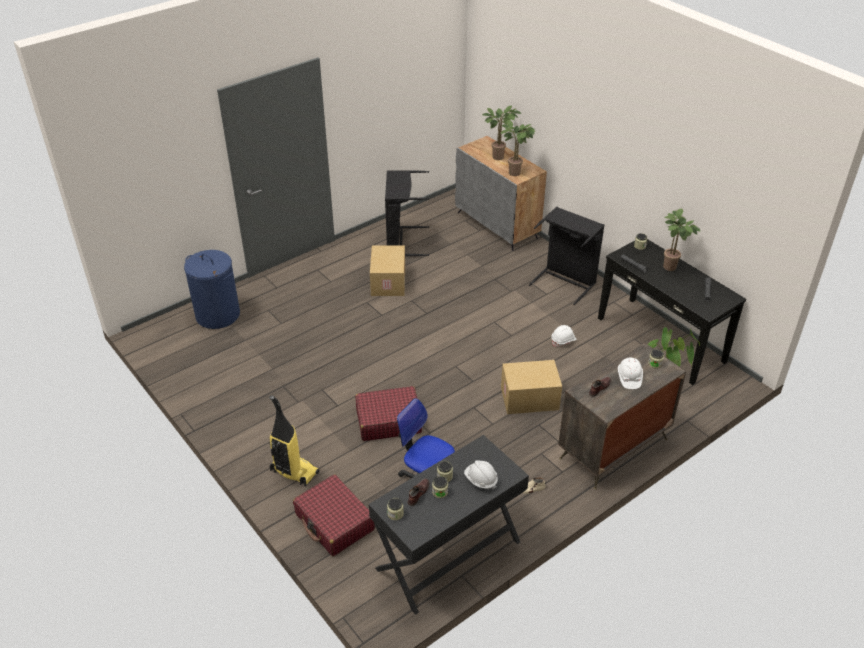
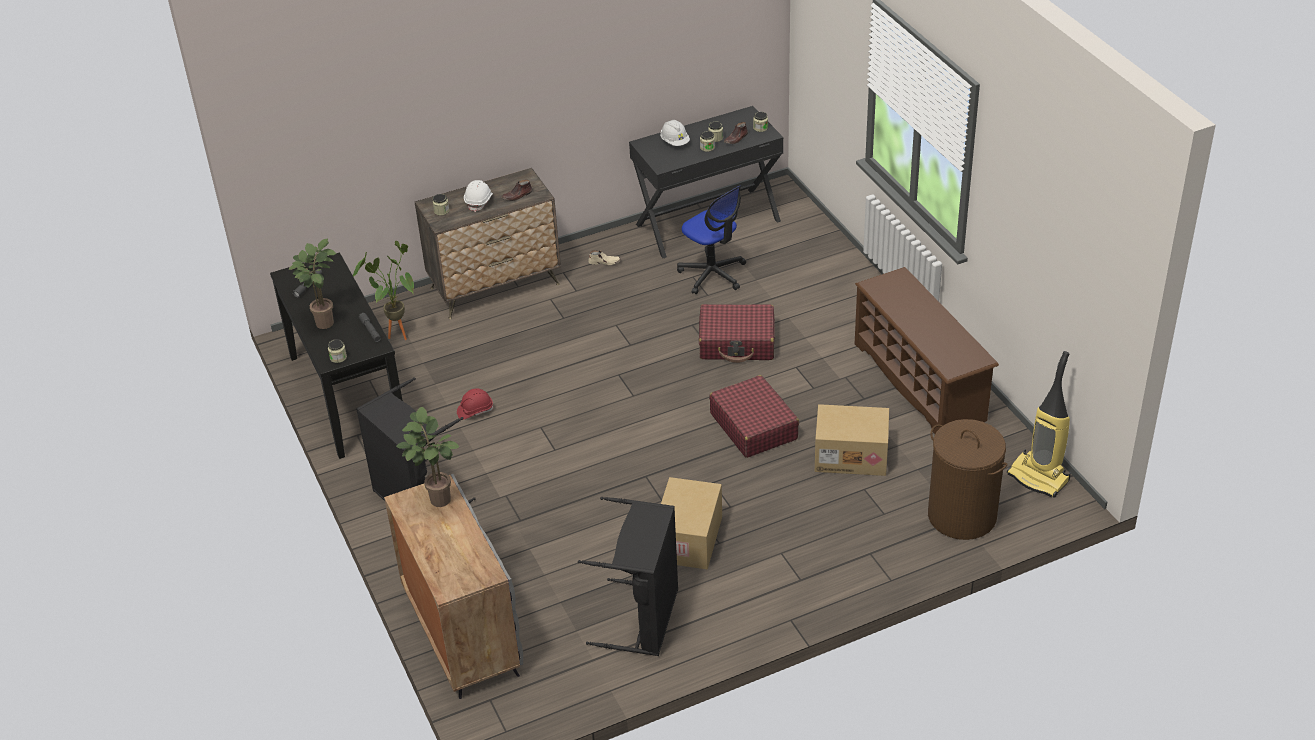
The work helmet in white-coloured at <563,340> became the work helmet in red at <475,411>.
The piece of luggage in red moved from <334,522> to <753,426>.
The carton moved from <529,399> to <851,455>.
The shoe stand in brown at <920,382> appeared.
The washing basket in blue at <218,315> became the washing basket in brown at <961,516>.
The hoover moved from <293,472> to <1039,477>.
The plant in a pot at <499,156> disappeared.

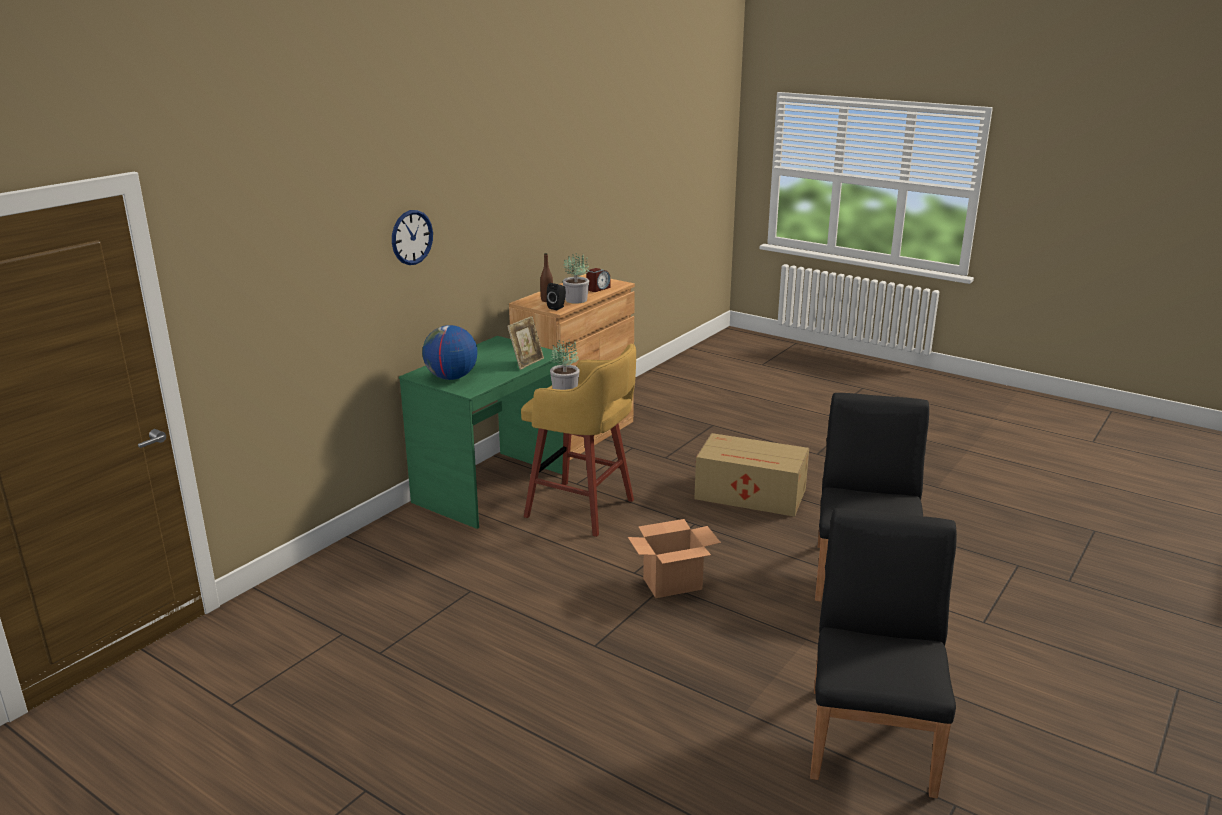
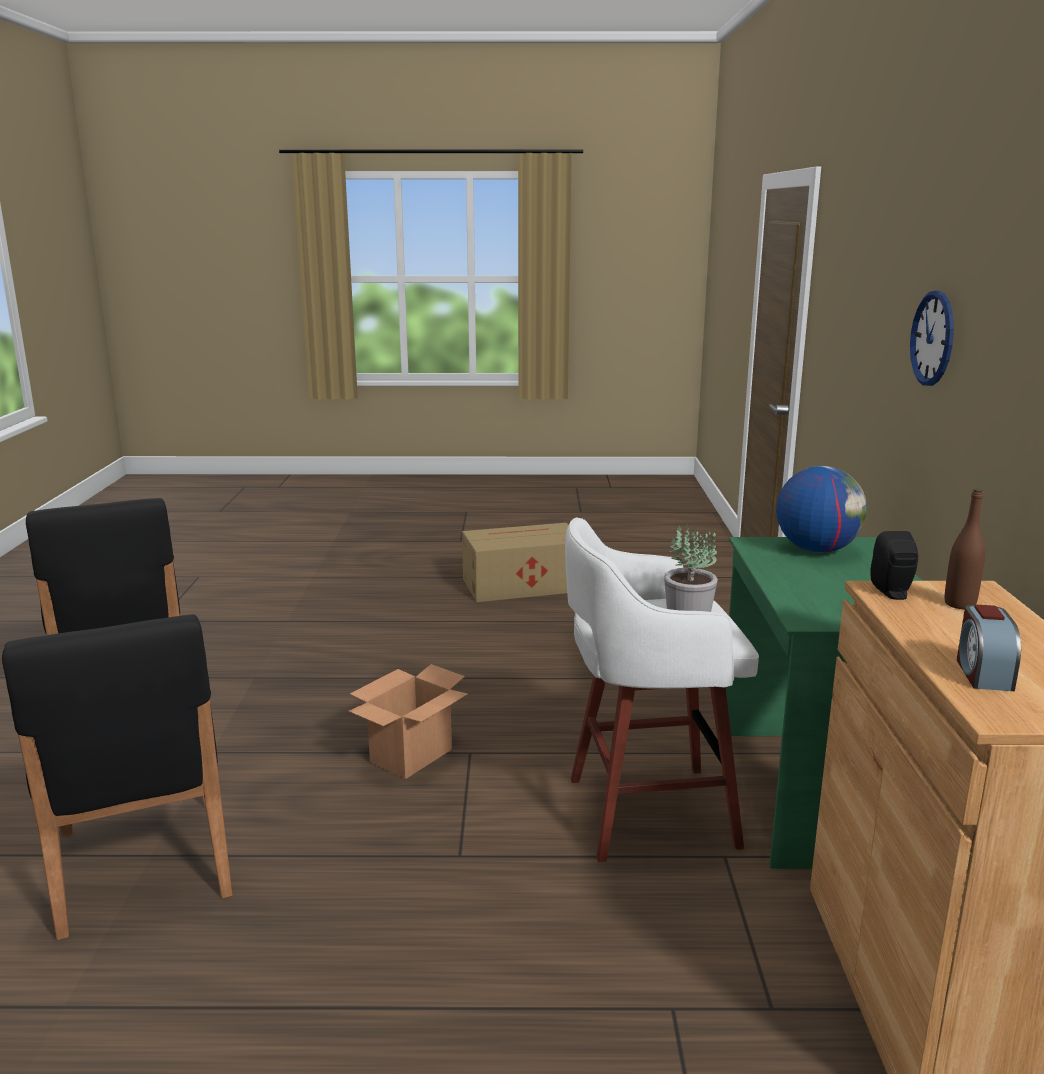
The carton moved from <752,494> to <521,584>.
The stool in yellow-coloured at <583,509> became the stool in white-coloured at <645,812>.
The standing frame at <526,362> disappeared.
The plant in a pot at <576,300> disappeared.

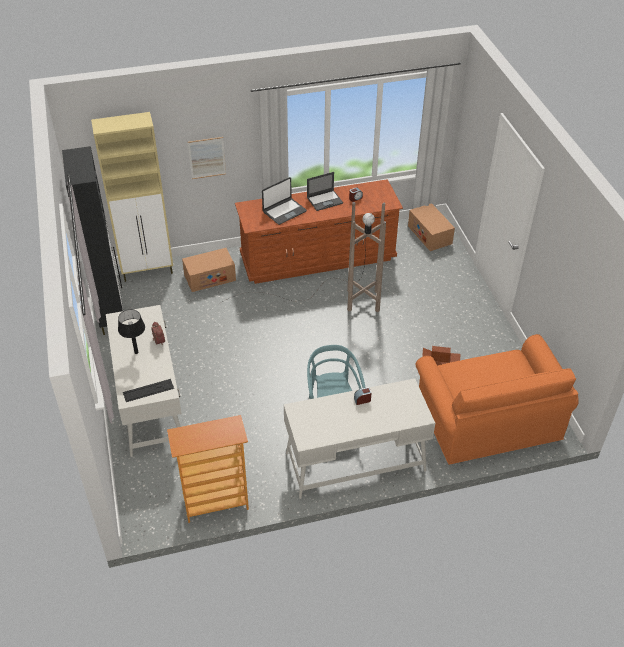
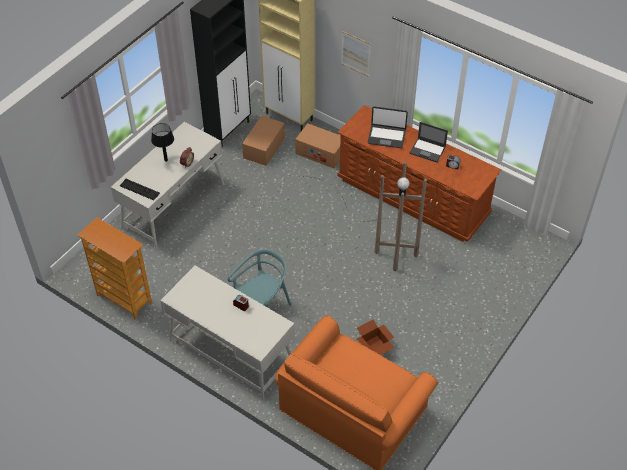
The carton moved from <429,235> to <264,147>.

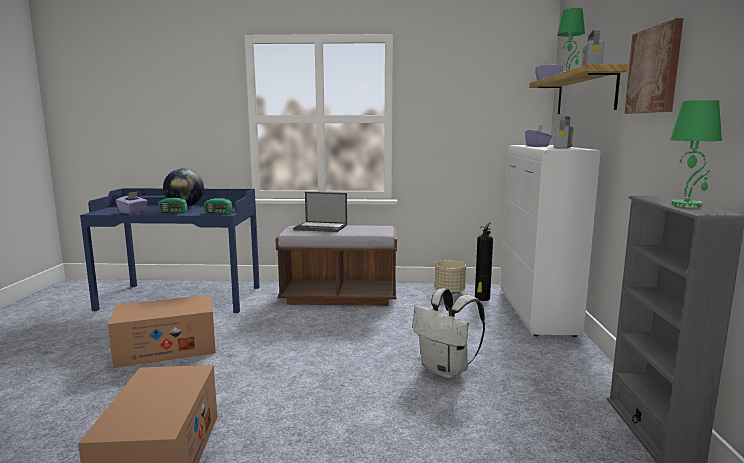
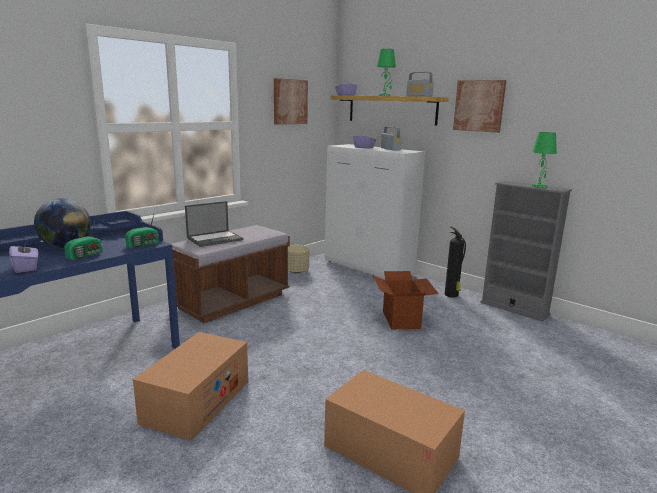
The wall art at <290,102> appeared.
The knapsack in white-coloured at <446,370> was replaced by the carton at <401,320>.
The extinguisher moved from <482,299> to <451,295>.

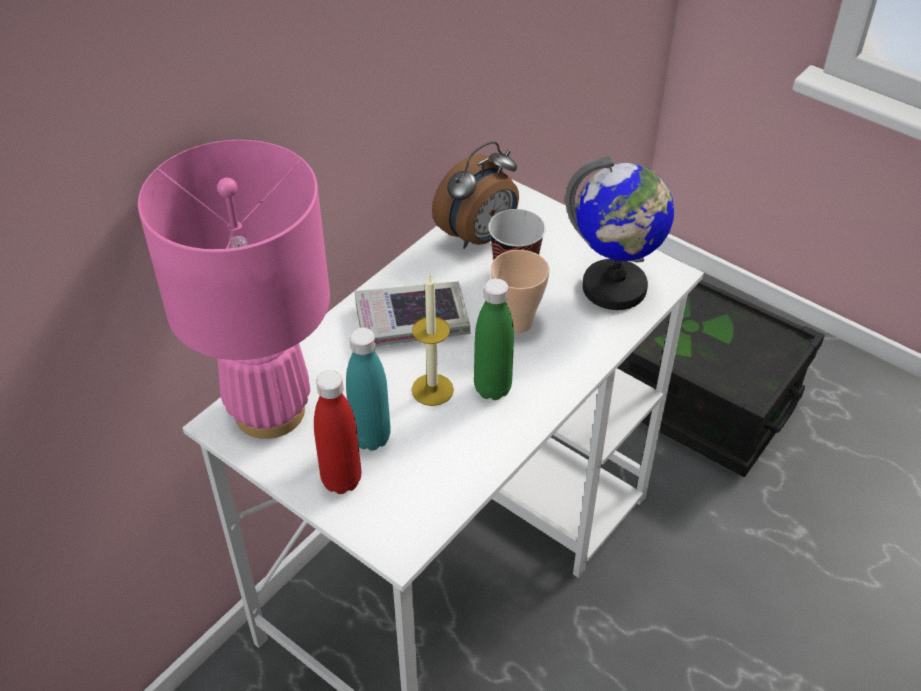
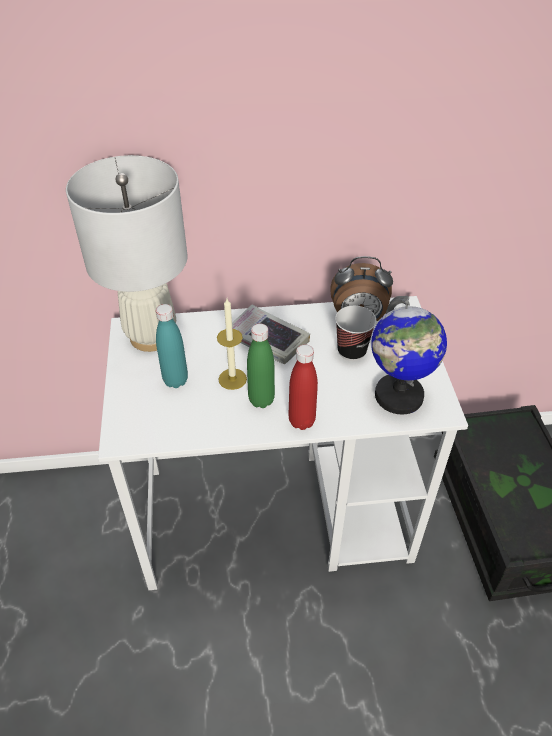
The tabletop lamp in pink at <269,411> became the tabletop lamp in white-coloured at <151,336>.
The bottle in red moved from <341,480> to <301,421>.
The cup at <517,322> disappeared.

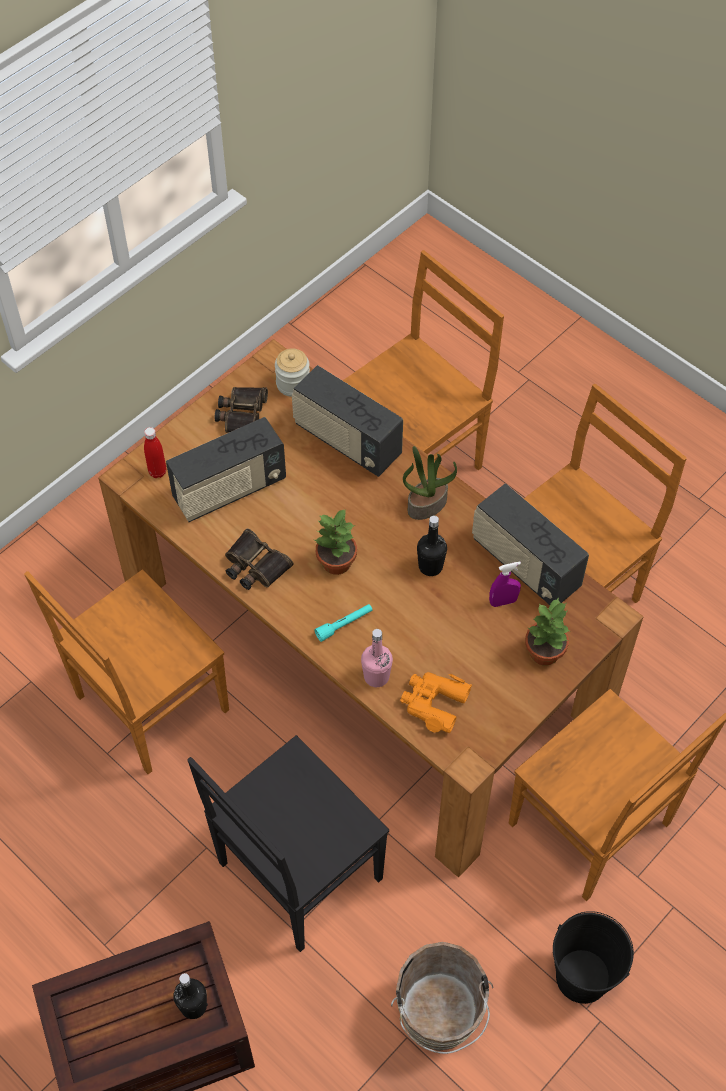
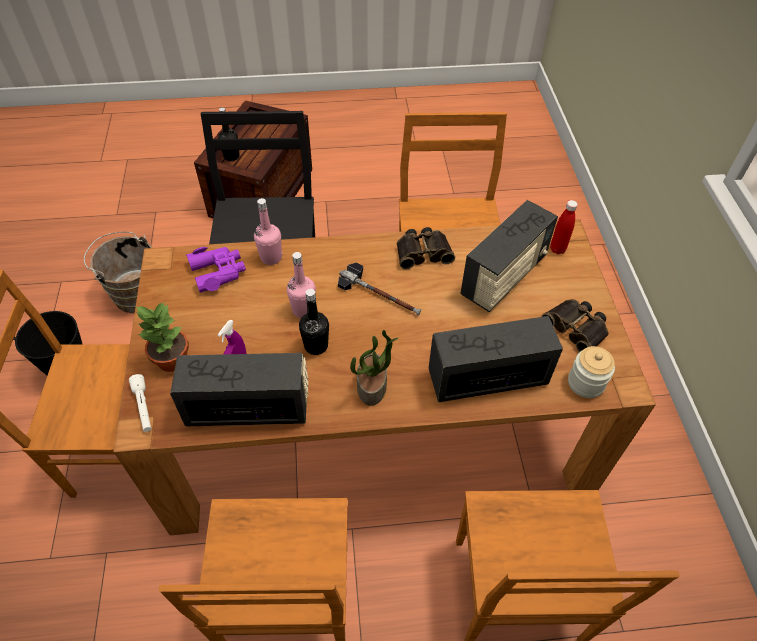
The flashlight in white-coloured at <143,407> appeared.
The binoculars in orange-coloured at <433,703> became the binoculars in purplish at <218,272>.
The bottle in pink at <303,310> appeared.
The plant in a pot at <335,562> was replaced by the tool hammer at <380,294>.
The radio receiver at <229,490> turned 150 degrees counterclockwise.
The flashlight in turquoise-coloured at <344,624> disappeared.

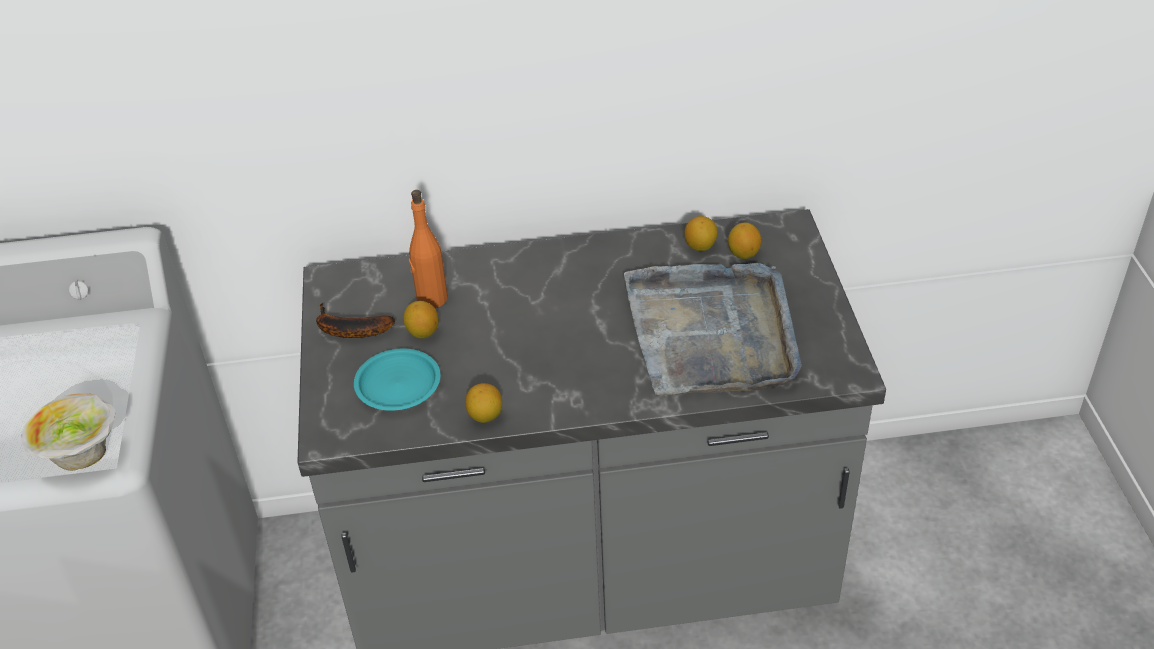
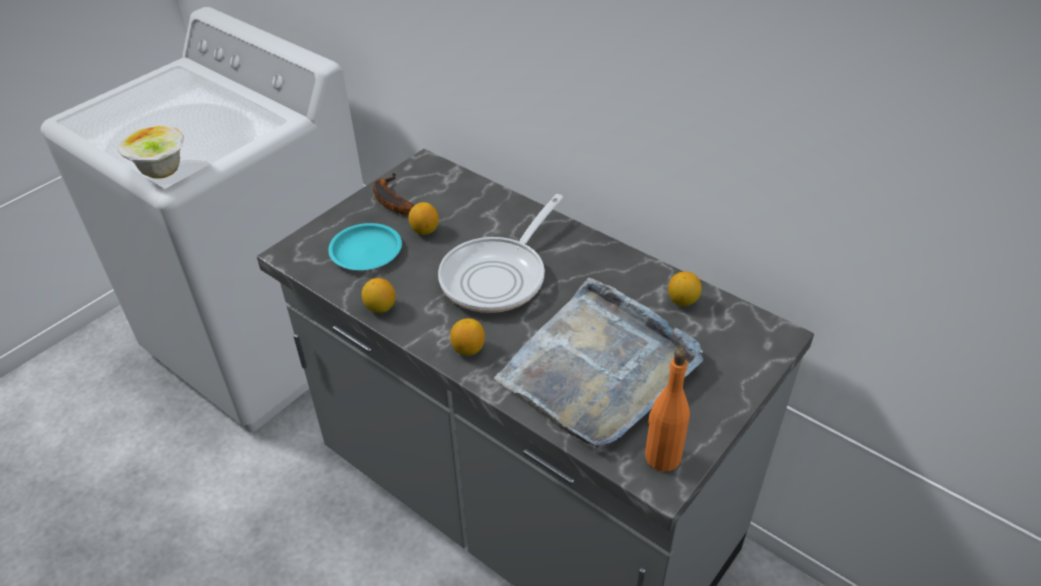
The pan at <499,276> appeared.
The citrus fruit moved from <743,253> to <468,349>.
The bottle in orange-coloured moved from <431,299> to <662,457>.

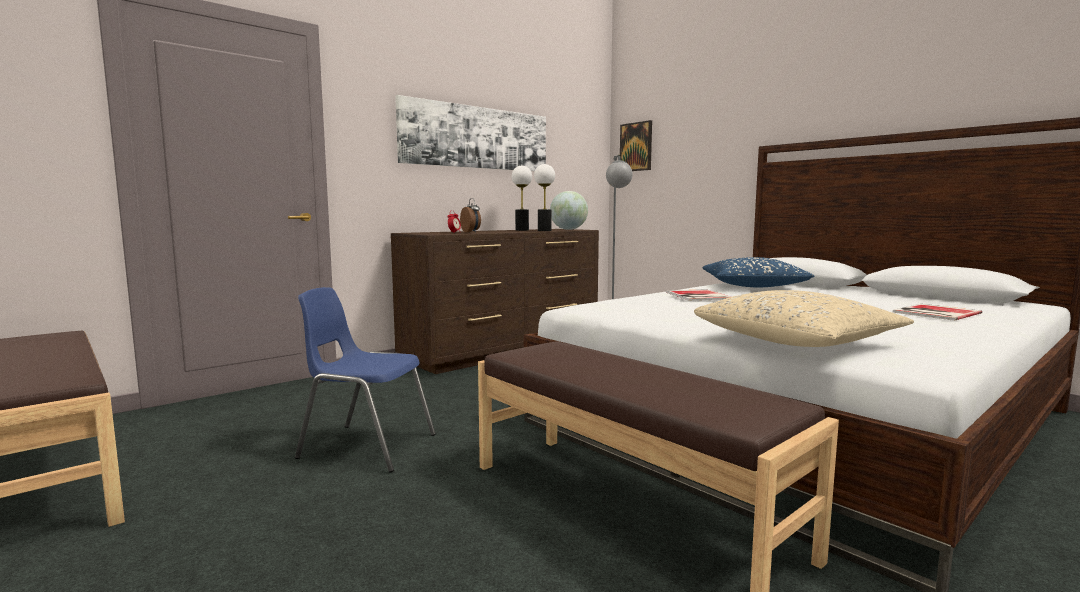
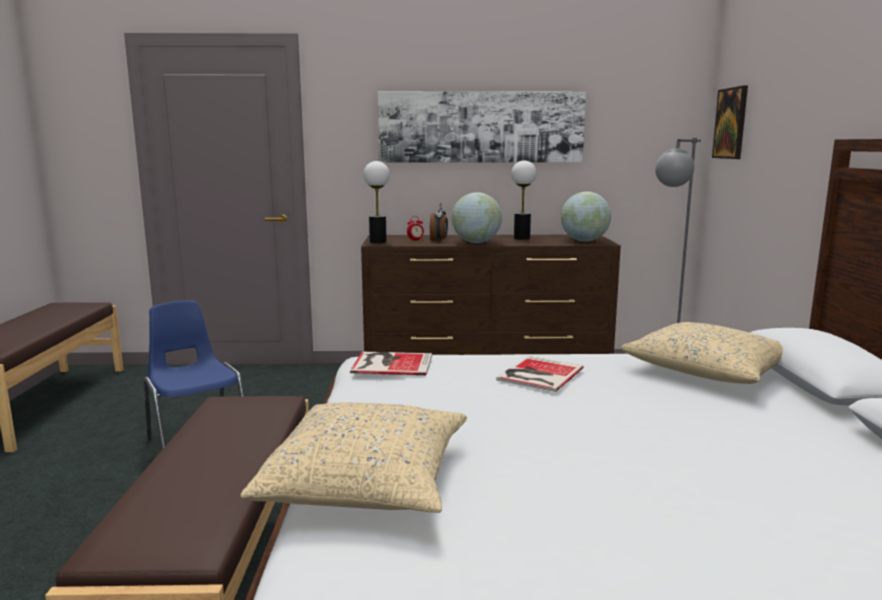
The book moved from <934,312> to <390,363>.
The tabletop lamp moved from <544,230> to <378,242>.
The globe at <476,242> appeared.
The throw pillow in blue at <753,286> became the throw pillow in beige at <709,370>.

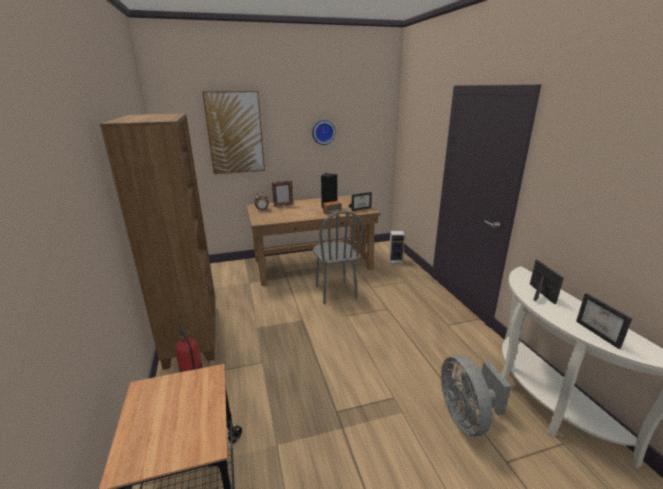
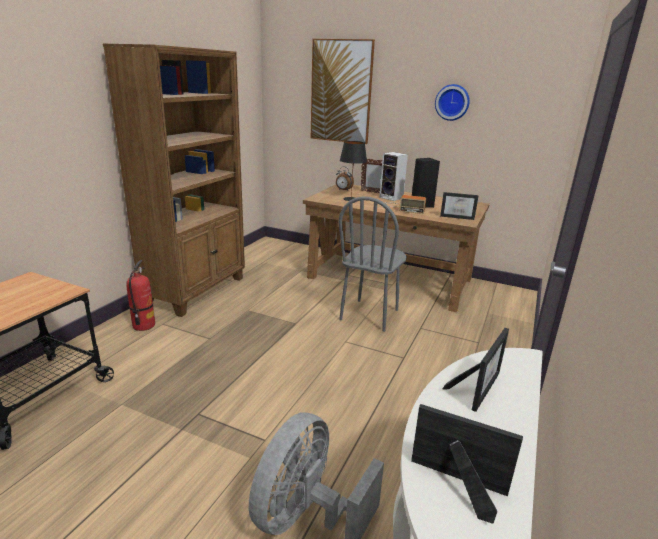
The tabletop lamp in blackish at <351,199> appeared.
The audio speaker moved from <396,260> to <392,198>.
The standing frame at <601,334> turned 90 degrees clockwise.

